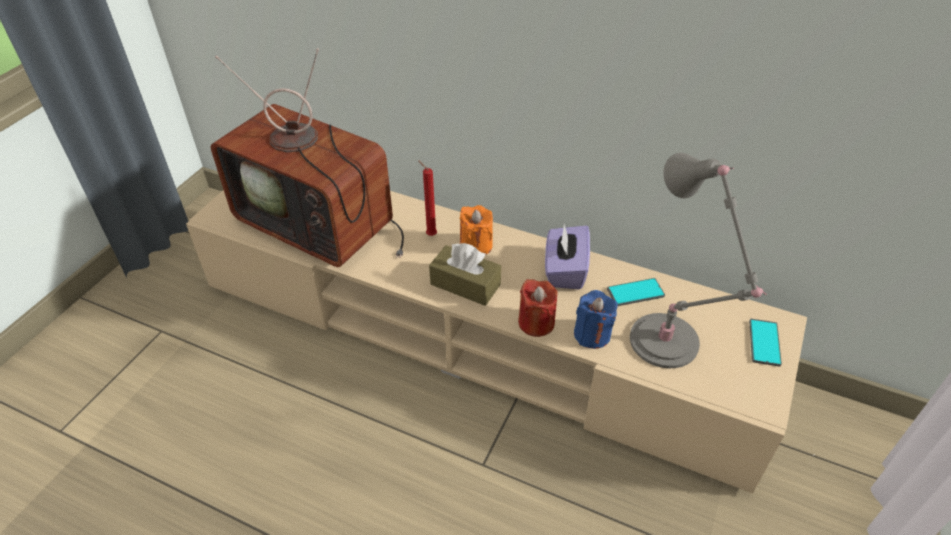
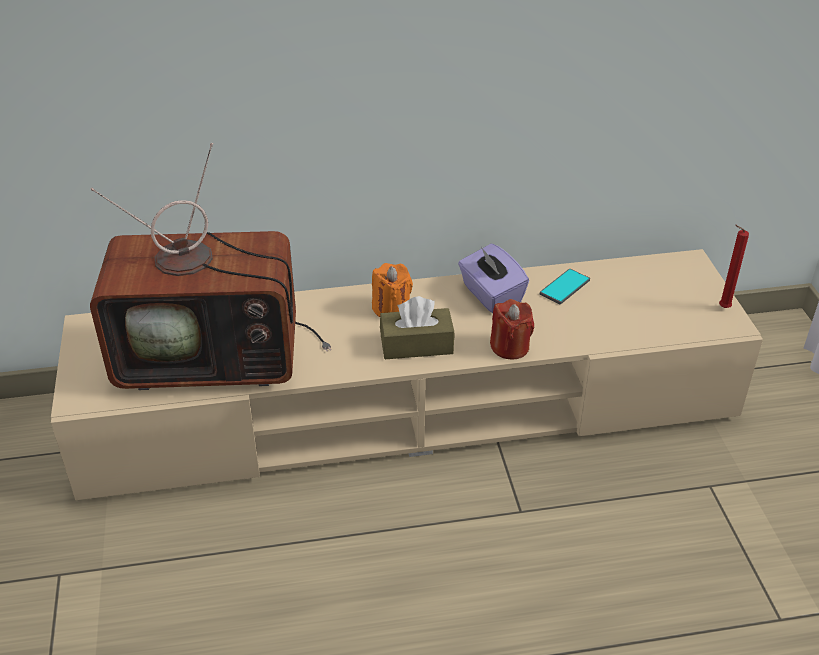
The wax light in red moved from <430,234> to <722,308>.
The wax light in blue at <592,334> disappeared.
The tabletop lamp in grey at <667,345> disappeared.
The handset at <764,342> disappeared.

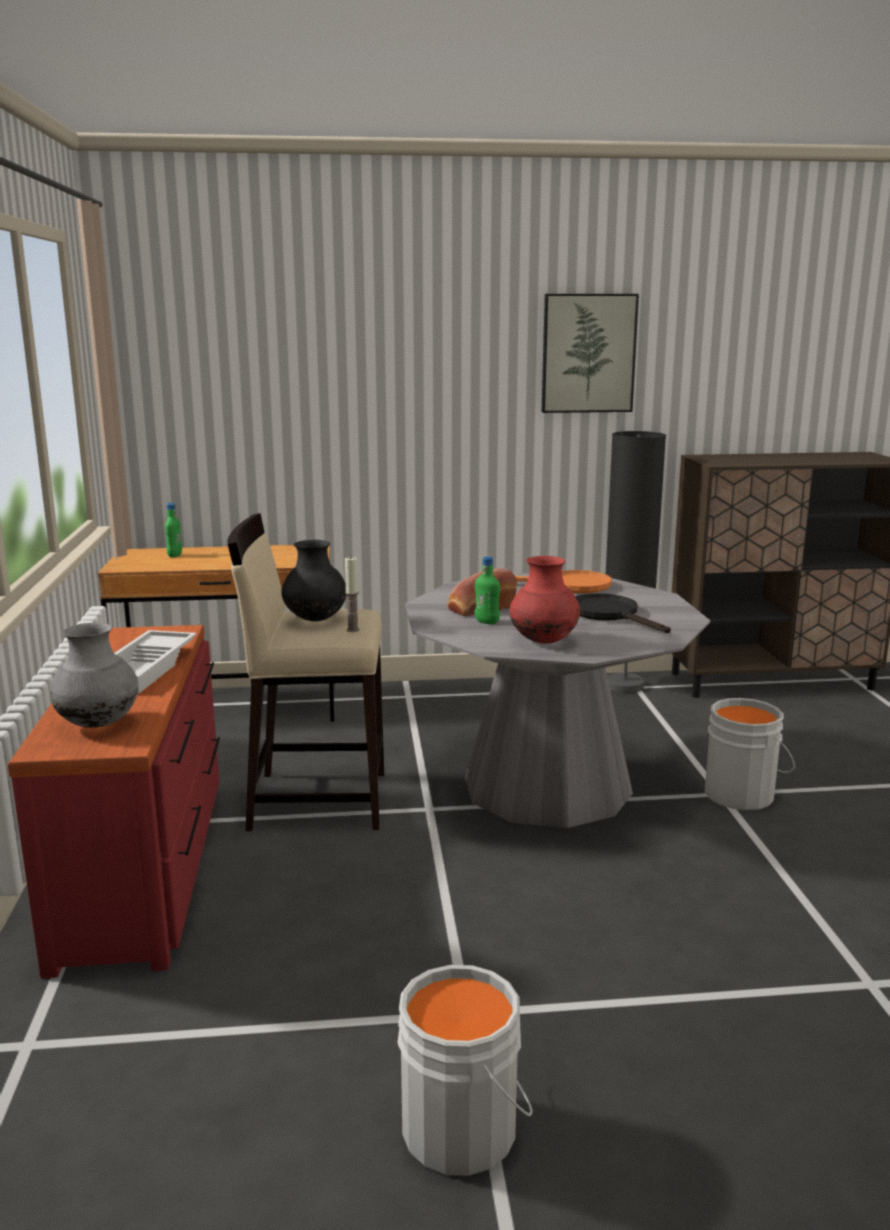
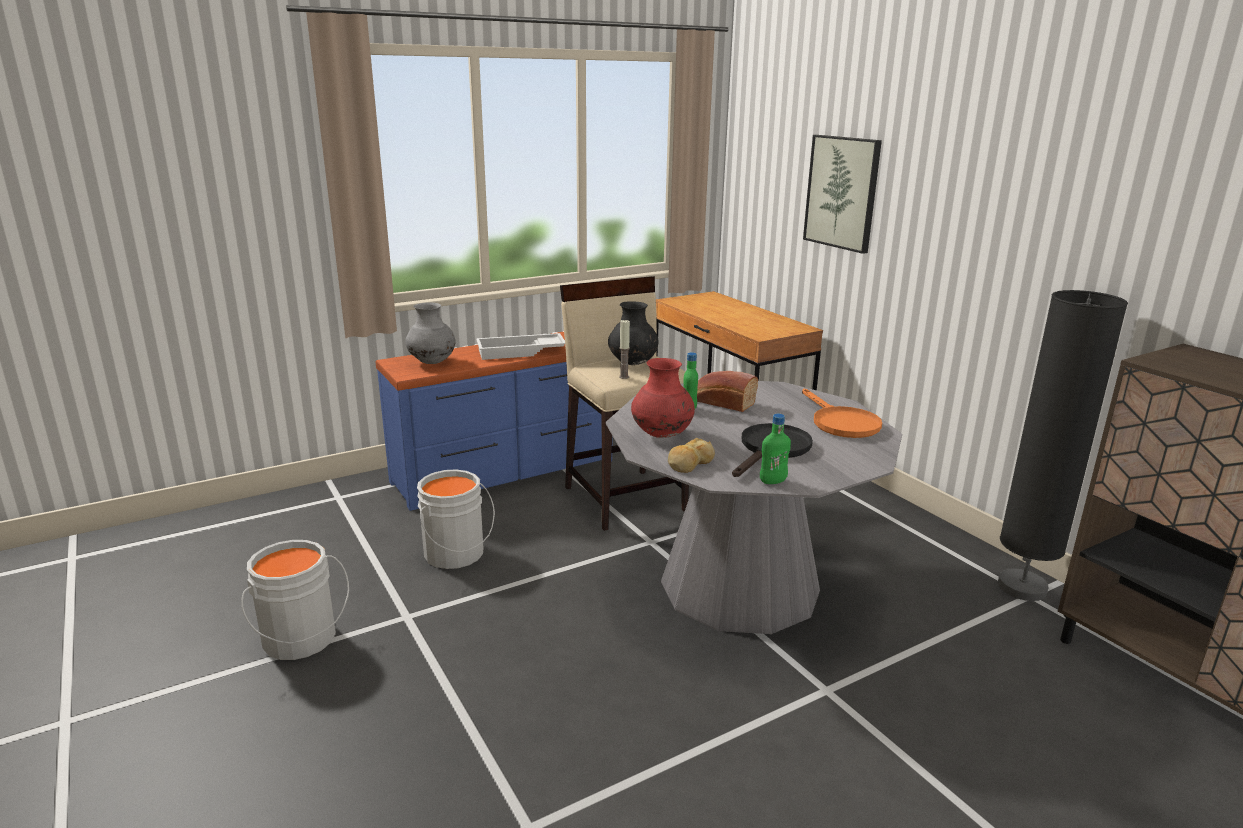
The dresser in red at <147,866> became the dresser in blue at <505,472>.
The bucket in grey moved from <741,794> to <456,554>.
The bread at <689,463> appeared.
The bottle in green moved from <174,555> to <772,481>.
The wall art moved from <588,353> to <842,192>.

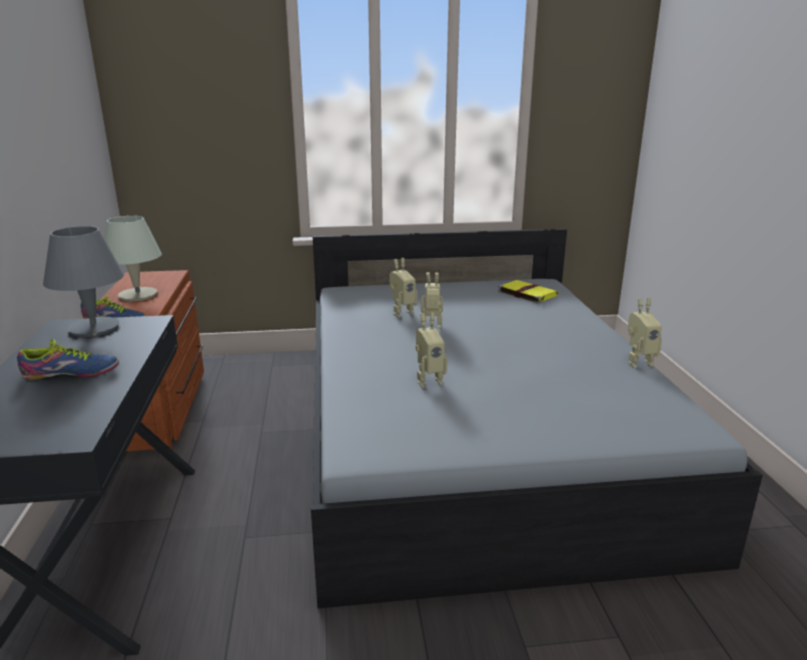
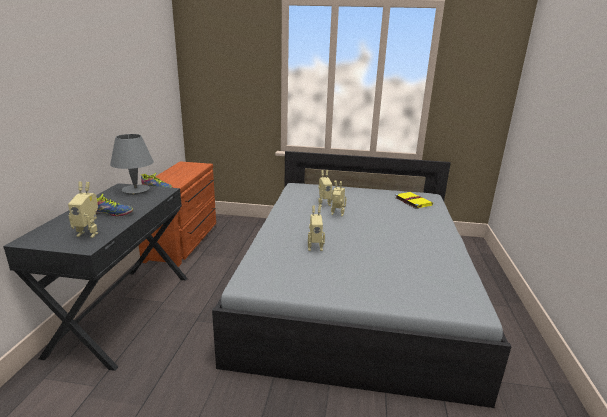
The model robot moved from <638,362> to <89,233>.
The tabletop lamp in beige at <138,295> disappeared.

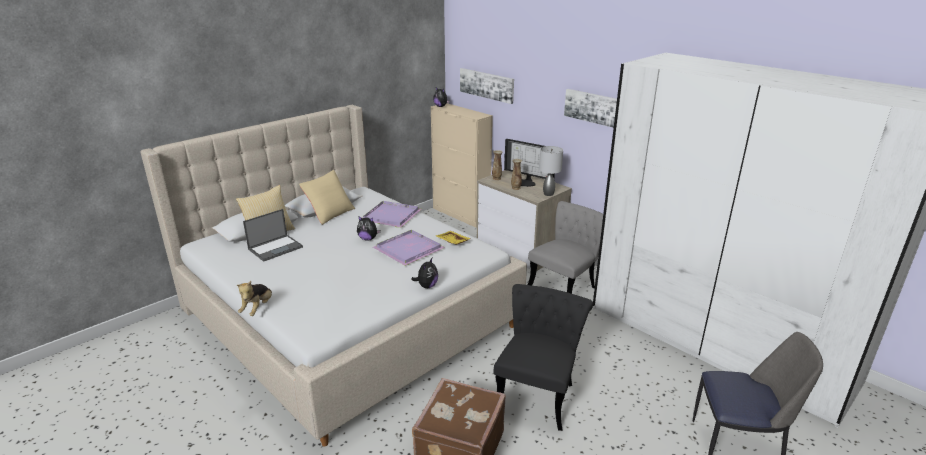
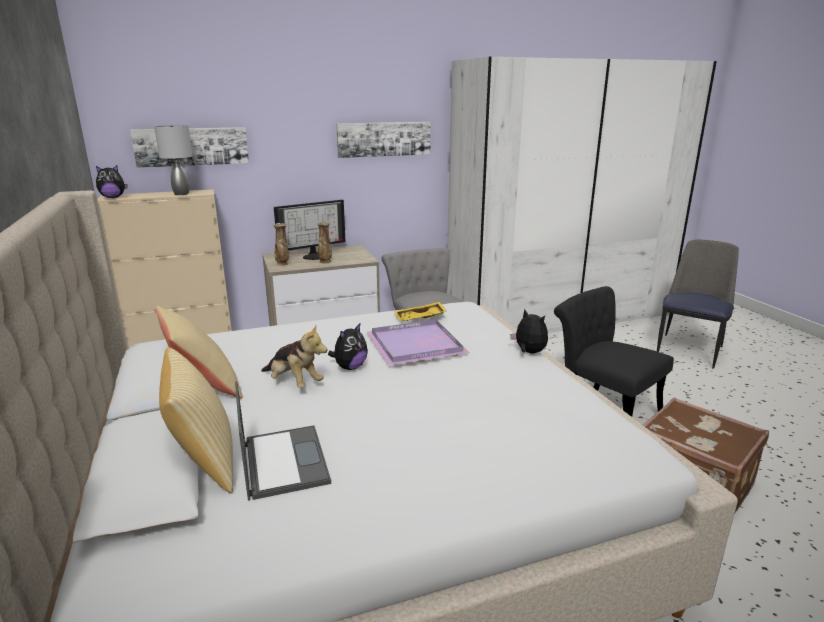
The tabletop lamp in grey moved from <549,194> to <182,194>.
The soft toy moved from <257,308> to <294,383>.
The carrying tray in purplish at <391,216> disappeared.

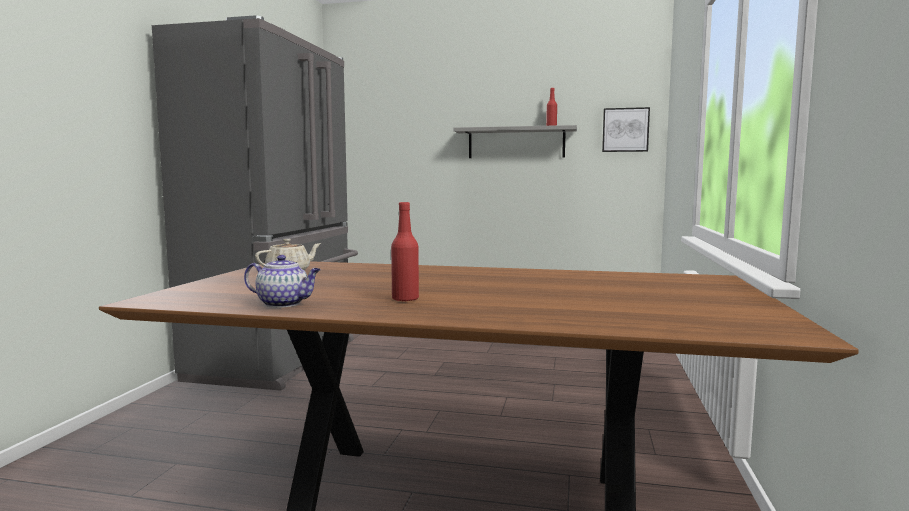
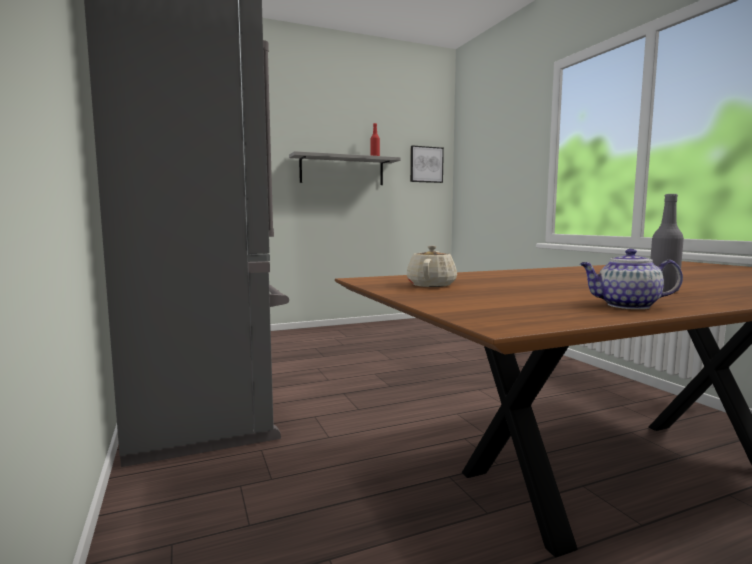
The tea pot at <284,304> turned 150 degrees counterclockwise.
The bottle in red at <405,299> became the bottle in grey at <663,291>.

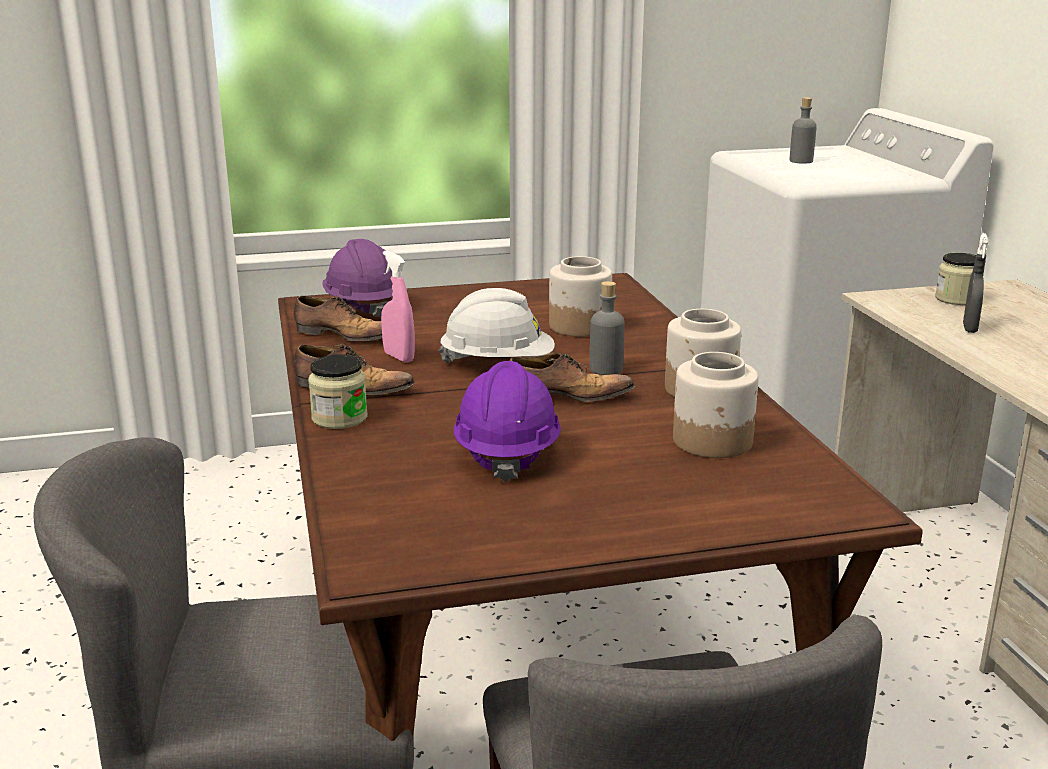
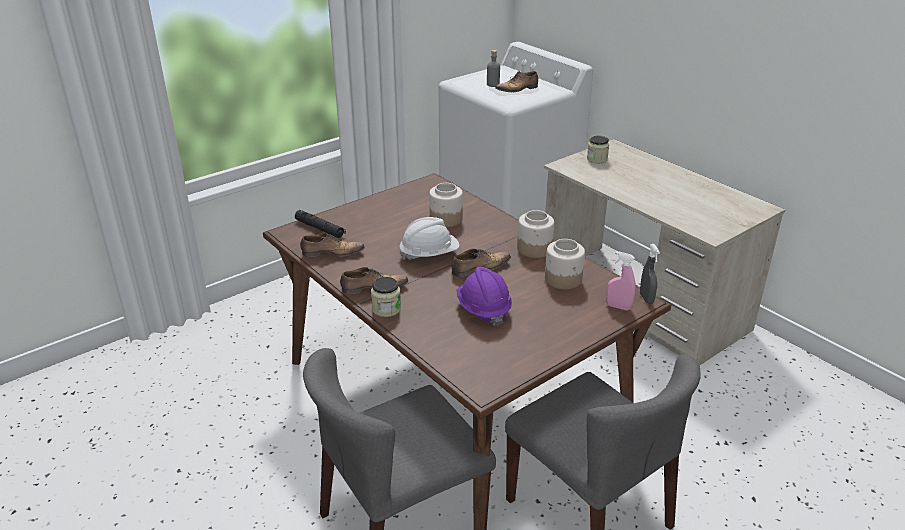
The work helmet in purplish at <363,306> was replaced by the flashlight in blackish at <320,229>.
The low shoe at <518,89> appeared.
The sprayer in pink moved from <399,357> to <618,307>.
The sprayer in grey moved from <969,328> to <646,299>.
The bottle in grey at <606,369> disappeared.

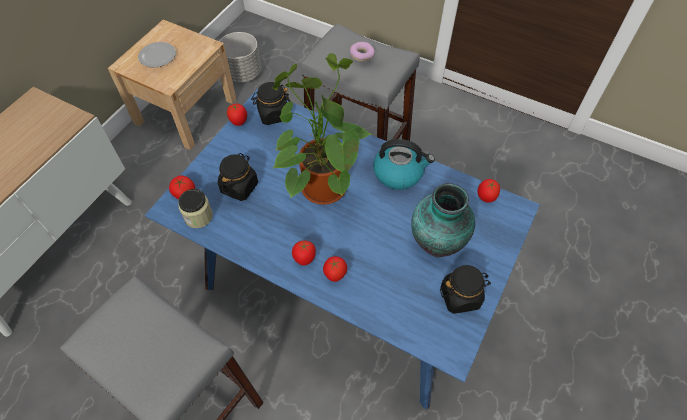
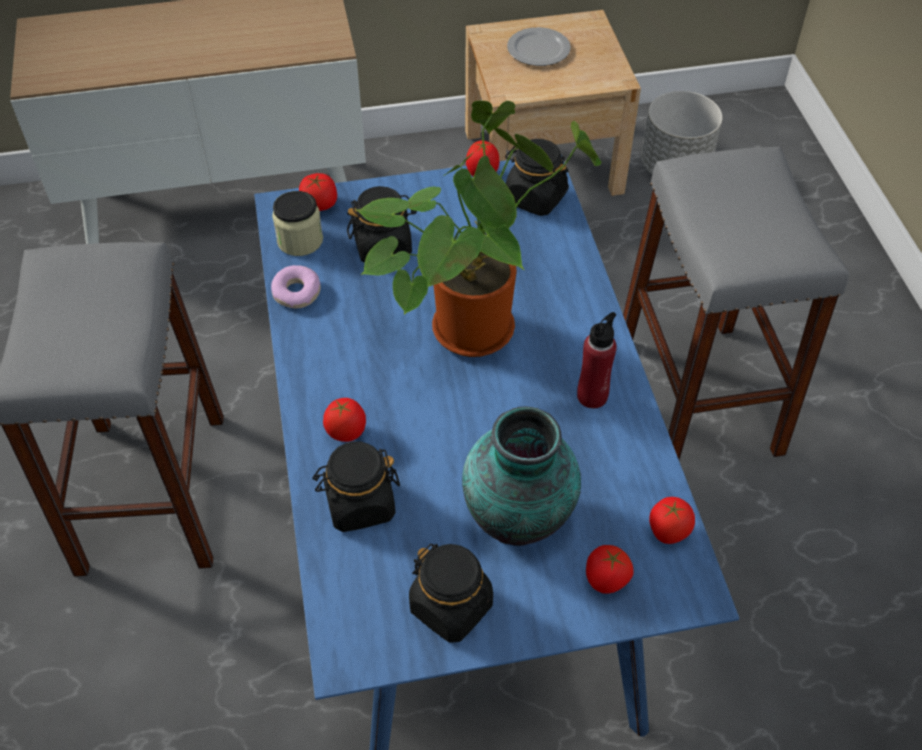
The doughnut moved from <362,55> to <296,293>.
The preserve jar in blackish at <359,504> appeared.
The tea kettle at <399,173> was replaced by the bottle in red at <592,396>.
The tomato moved from <304,259> to <605,582>.

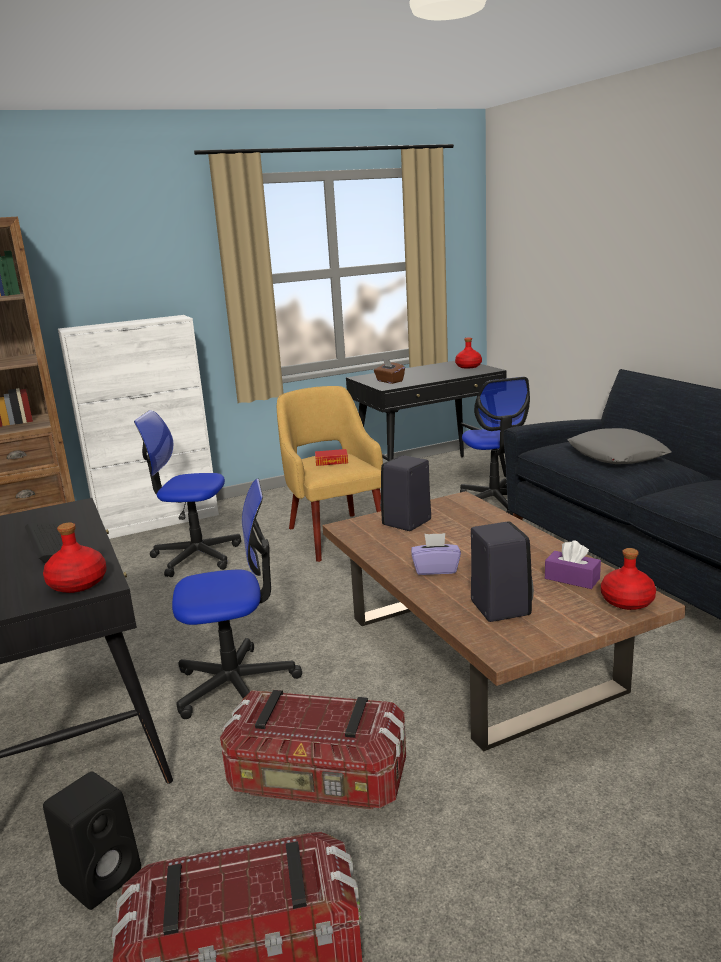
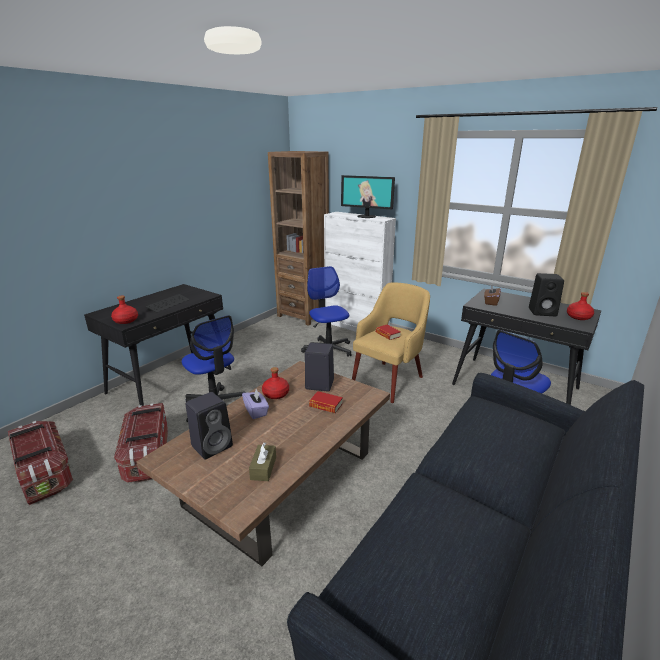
The tissue holder in purplish at <572,578> became the tissue holder in brown at <263,468>.
The bottle in red moved from <627,601> to <276,394>.
The book at <326,405> appeared.
The monitor at <366,216> appeared.
The audio speaker in blackish moved from <103,875> to <543,312>.
The throw pillow in grey at <617,455> disappeared.

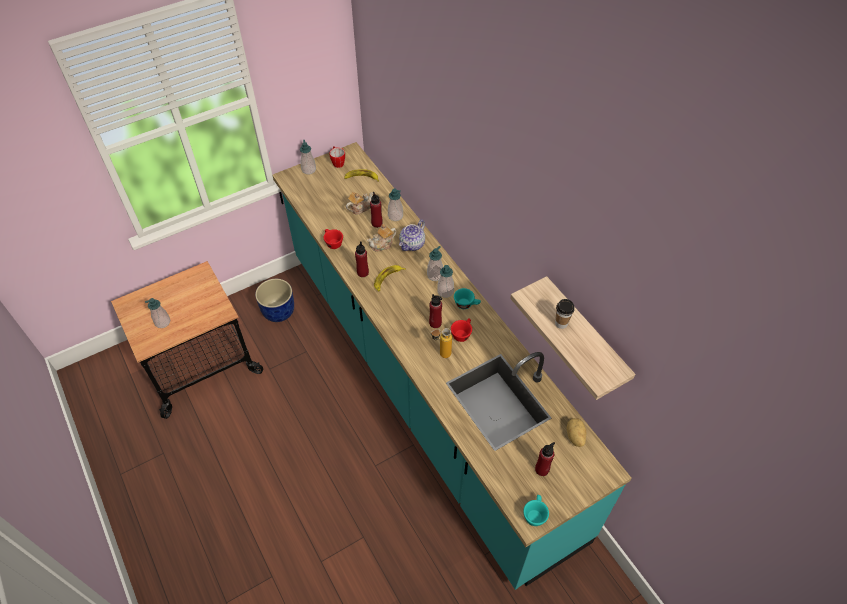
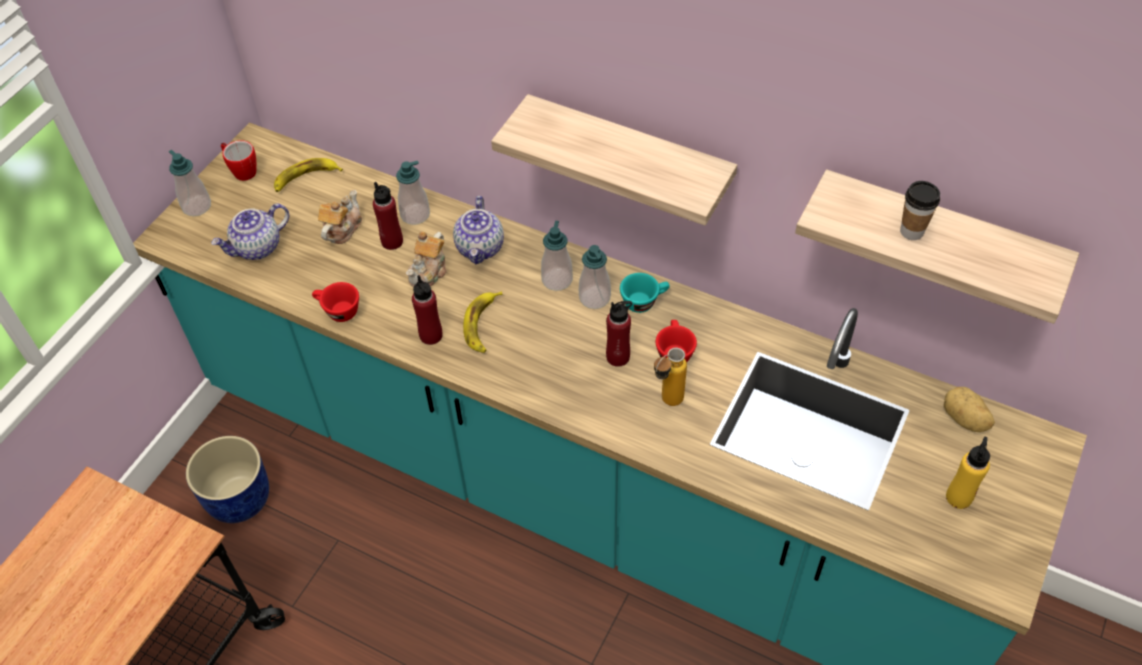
The tea pot at <257,248> appeared.
The shelf at <629,159> appeared.
The bottle in red at <542,469> became the bottle in yellow-coloured at <959,497>.
The liquid soap bottle at <162,322> disappeared.
The cup in turquoise-coloured at <534,514> disappeared.

